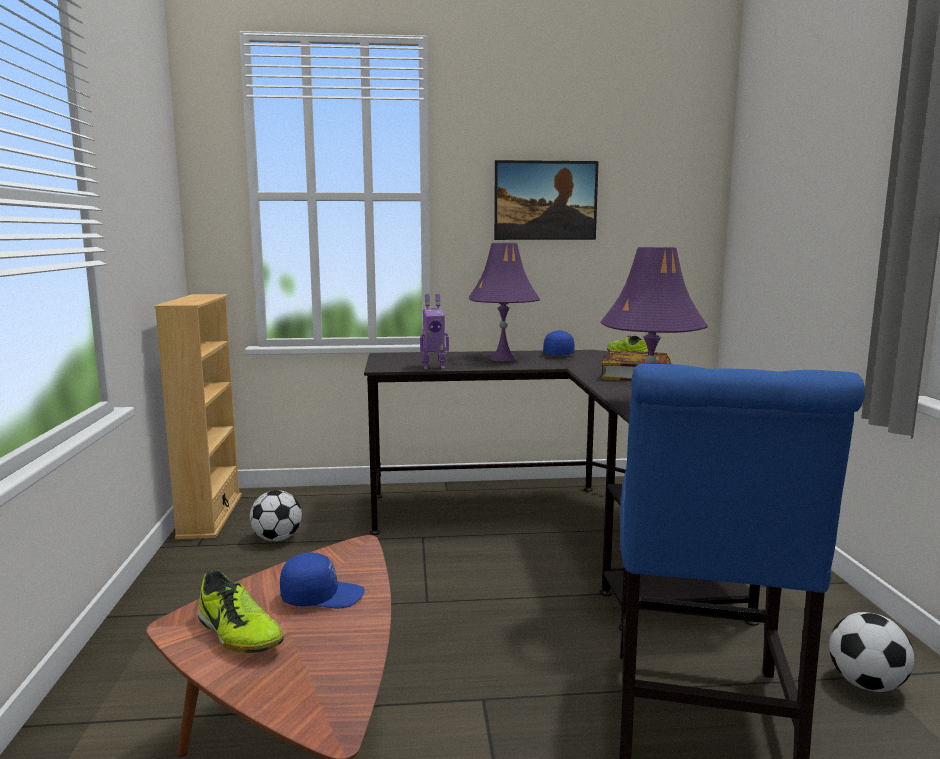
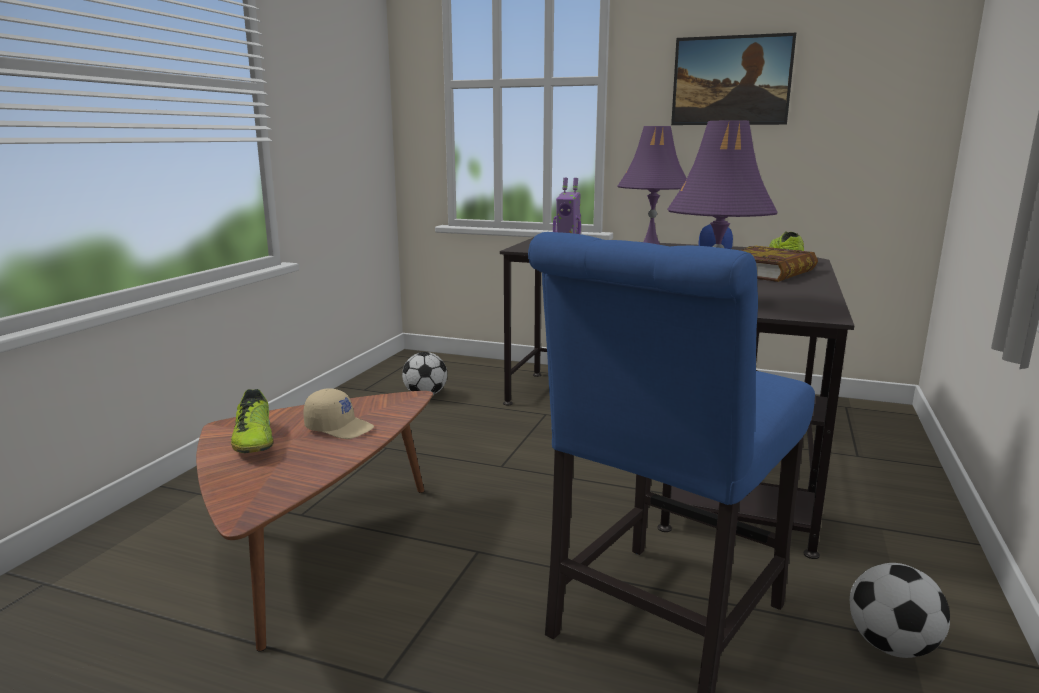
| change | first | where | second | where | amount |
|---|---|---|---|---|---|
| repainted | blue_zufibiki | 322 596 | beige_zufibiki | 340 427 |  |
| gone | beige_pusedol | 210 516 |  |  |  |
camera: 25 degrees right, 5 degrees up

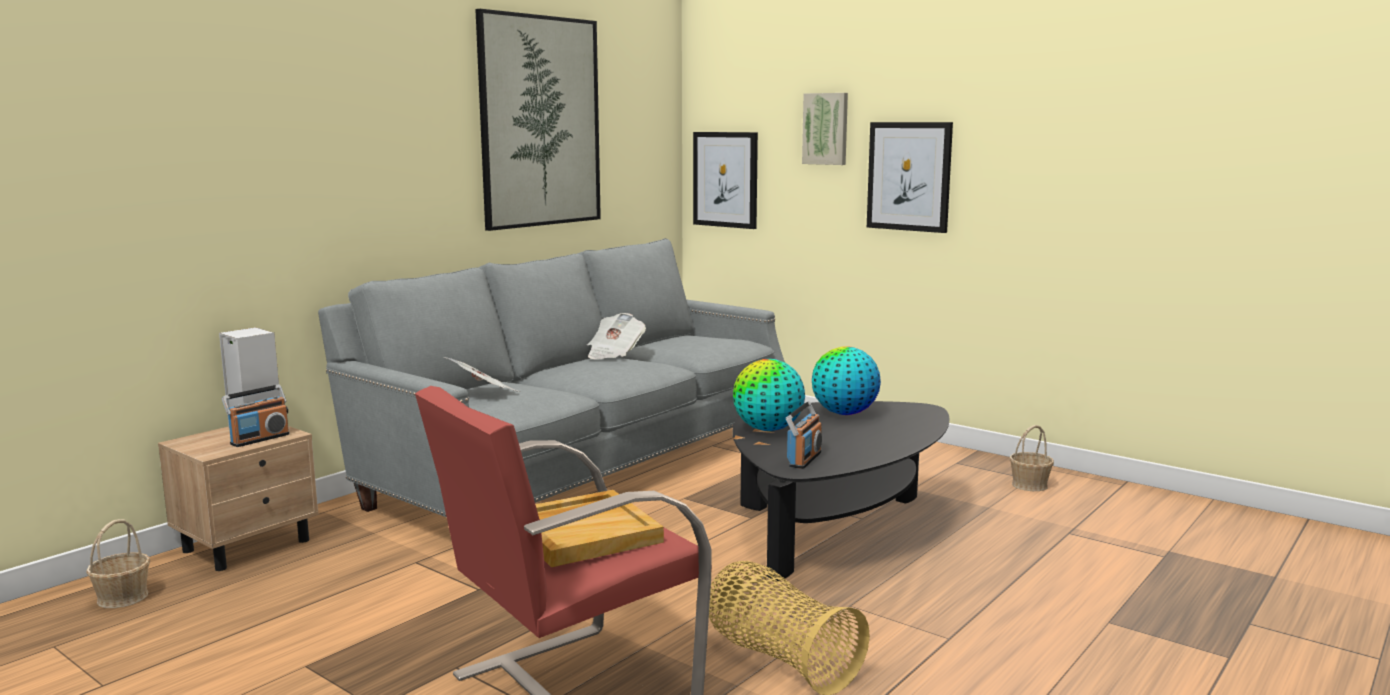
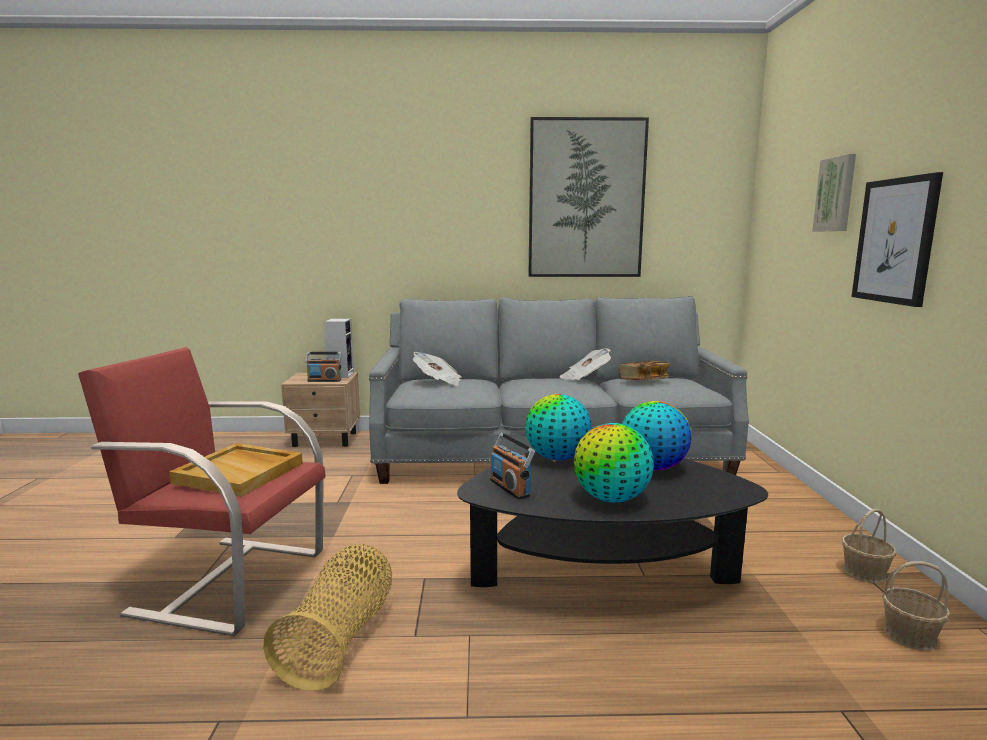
| change | first | where | second | where | amount |
|---|---|---|---|---|---|
| rotated | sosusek | 804 459 |  | 510 488 | 75 degrees clockwise |
| new |  |  | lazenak | 611 499 |  |
| new |  |  | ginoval | 643 381 |  |
| shifted | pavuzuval | 123 597 |  | 864 572 |  |
| gone | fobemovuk | 725 179 |  |  |  |
camera: 50 degrees right, 0 degrees up

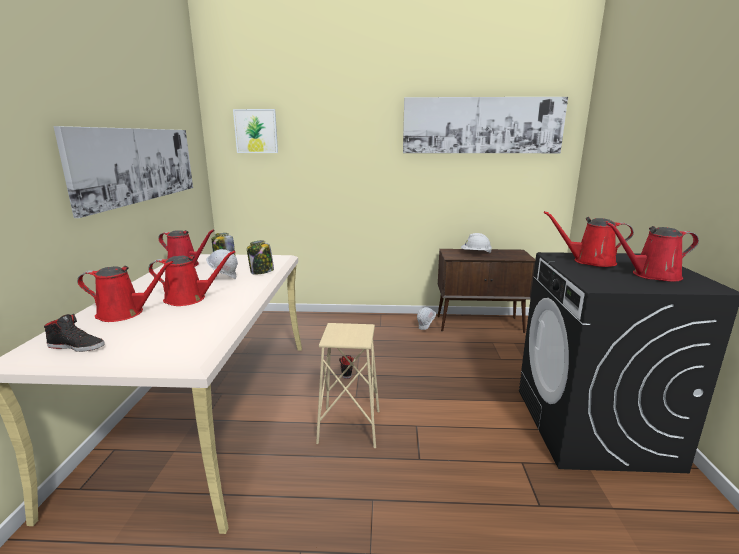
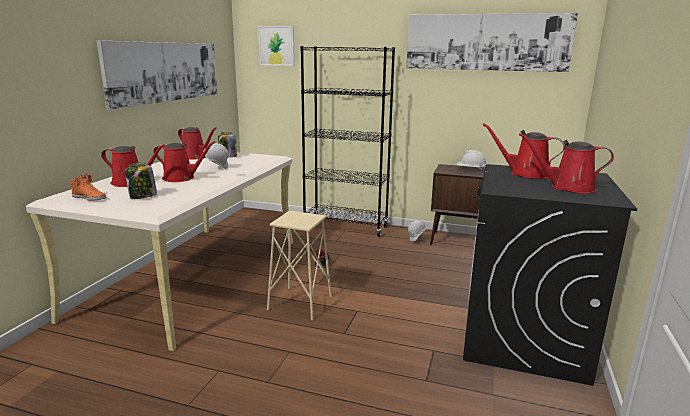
| change | first | where | second | where | amount |
|---|---|---|---|---|---|
| repainted | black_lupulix | 77 346 | orange_lupulix | 89 197 |  |
| shifted | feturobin | 261 272 |  | 142 196 |  |
| new |  |  | black_pusedol | 346 227 |  |
camera: 15 degrees right, 0 degrees up

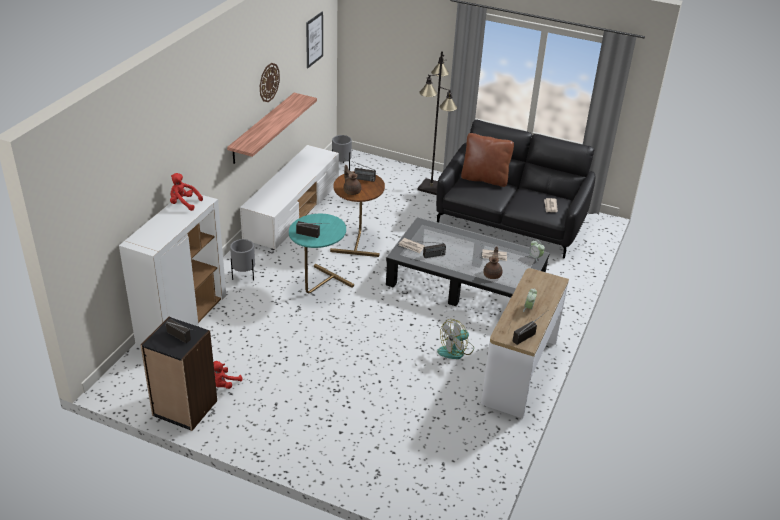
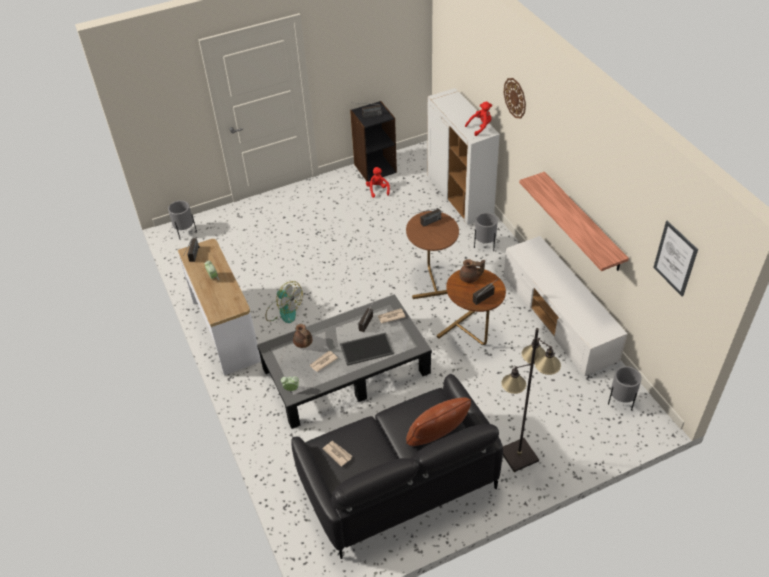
| change | first | where | second | where | amount |
|---|---|---|---|---|---|
| new |  |  | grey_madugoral | 185 233 |  |
| rotated | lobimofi | 456 350 |  | 283 311 | 120 degrees clockwise |
| new |  |  | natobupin | 367 348 |  |
| repainted | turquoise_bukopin | 318 286 | brown_bukopin | 432 279 |  |
| shifted | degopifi | 269 82 |  | 515 98 |  |
camera: 135 degrees right, 10 degrees up

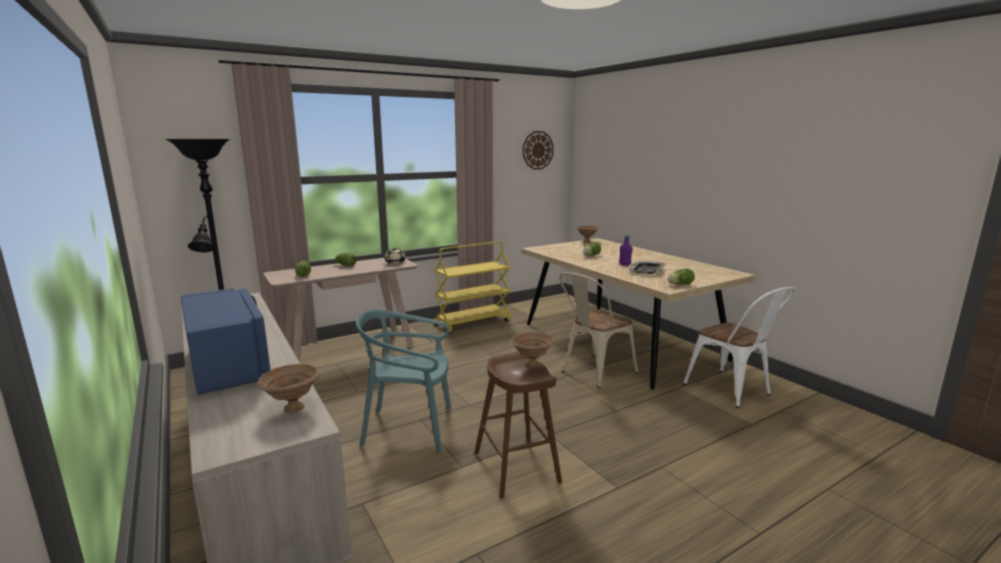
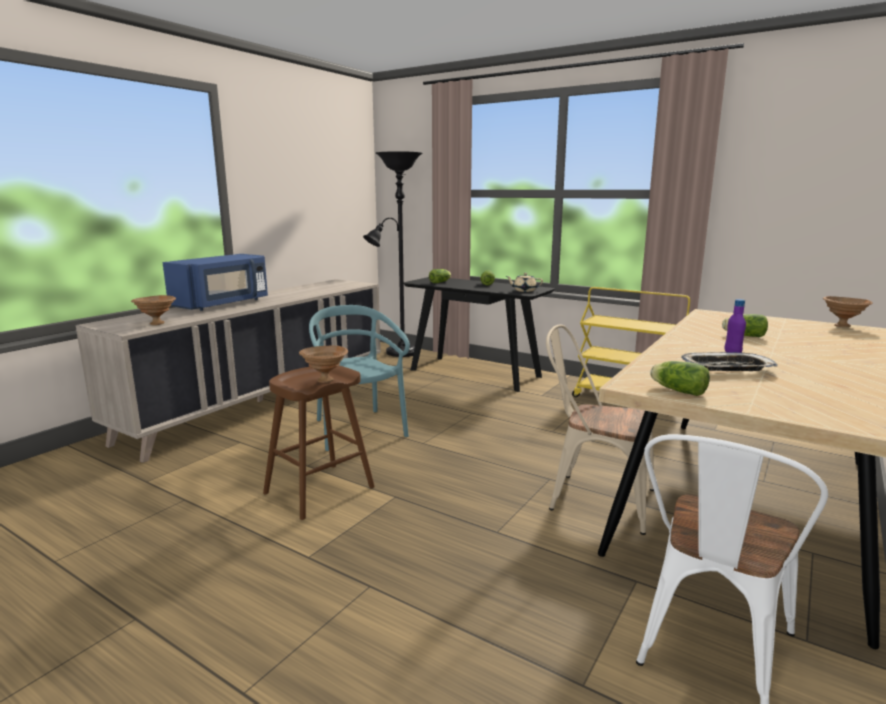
| change | first | where | second | where | amount |
|---|---|---|---|---|---|
| repainted | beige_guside | 349 350 | black_guside | 475 373 |  |
| gone | degopifi | 537 150 |  |  |  |
camera: 65 degrees right, 0 degrees up

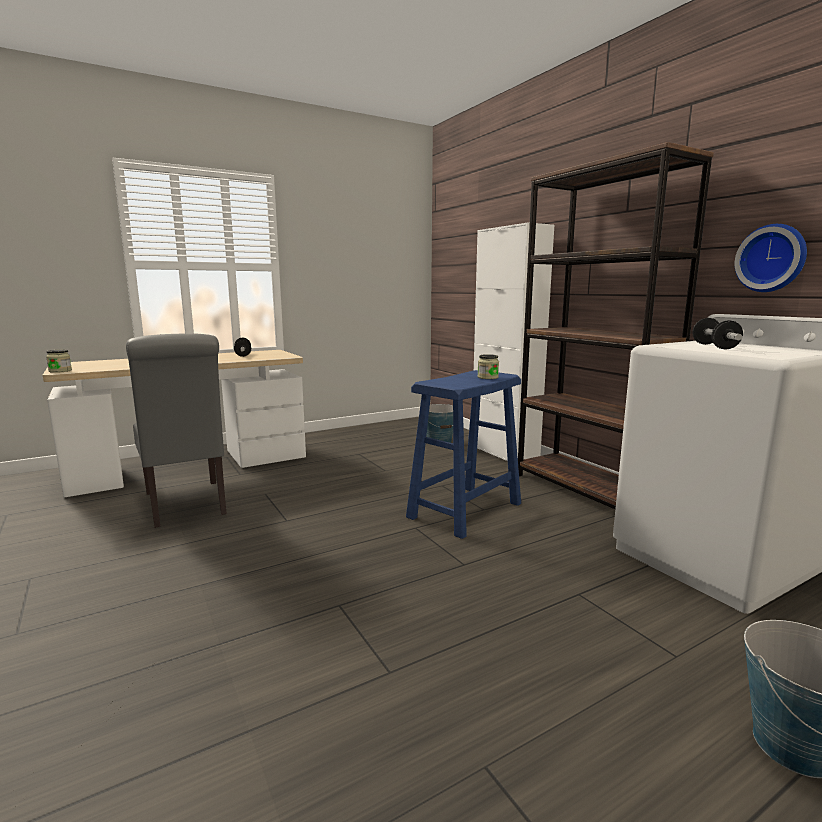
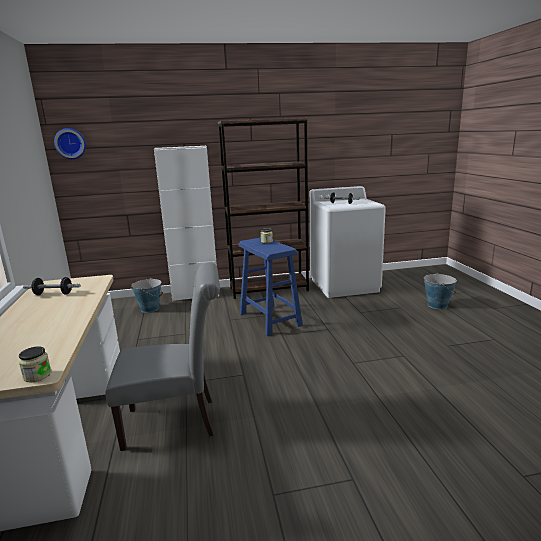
| change | first | where | second | where | amount |
|---|---|---|---|---|---|
| shifted | degopifi | 772 258 |  | 71 143 |  |
camera: 70 degrees left, 5 degrees up

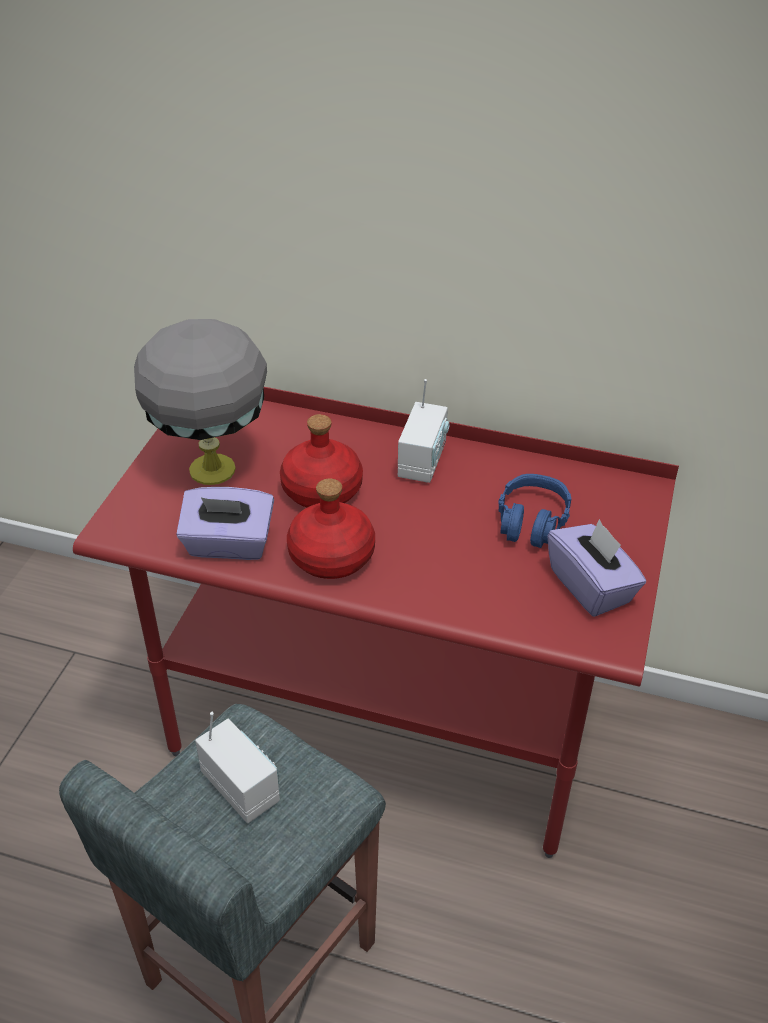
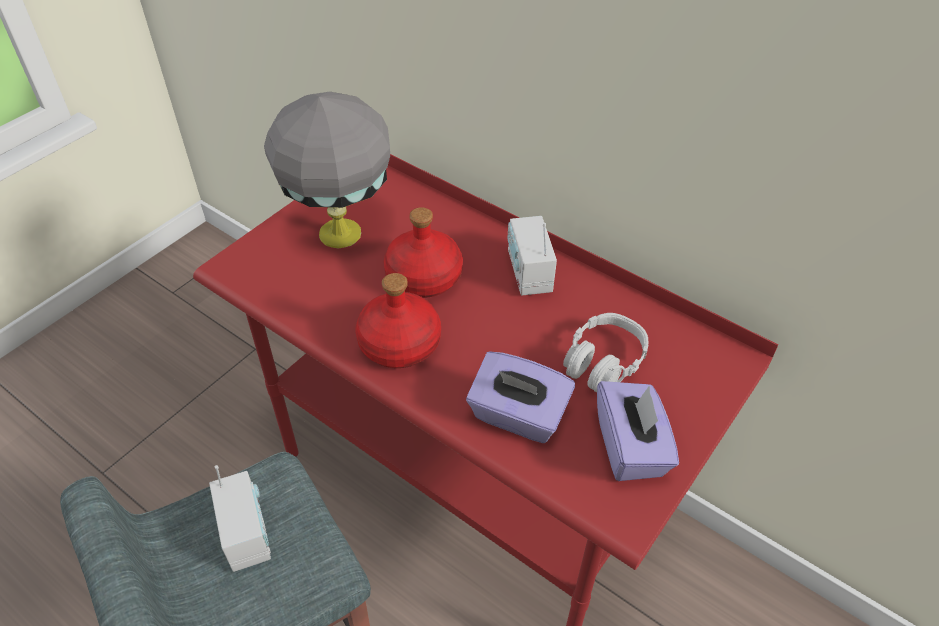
| change | first | where | second | where | amount |
|---|---|---|---|---|---|
| shifted | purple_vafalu | 228 545 |  | 517 416 |  |
| rotated | sosusek | 422 462 |  | 528 273 | 135 degrees clockwise |
| repainted | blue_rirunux | 531 522 | grey_rirunux | 603 362 |  |
camera: 20 degrees right, 5 degrees up

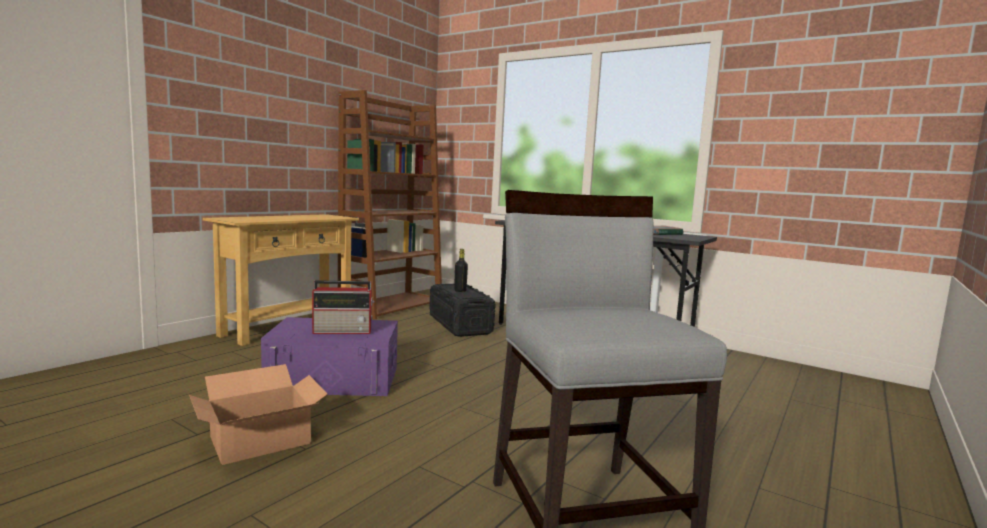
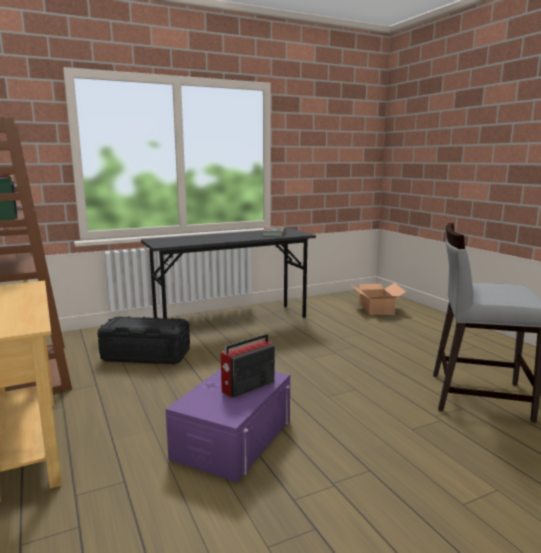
| change | first | where | second | where | amount |
|---|---|---|---|---|---|
| rotated | sosusek | 344 331 |  | 247 387 | 150 degrees counterclockwise |
| shifted | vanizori | 259 440 |  | 376 308 |  |
| gone | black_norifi | 460 291 |  |  |  |
camera: 60 degrees left, 5 degrees up

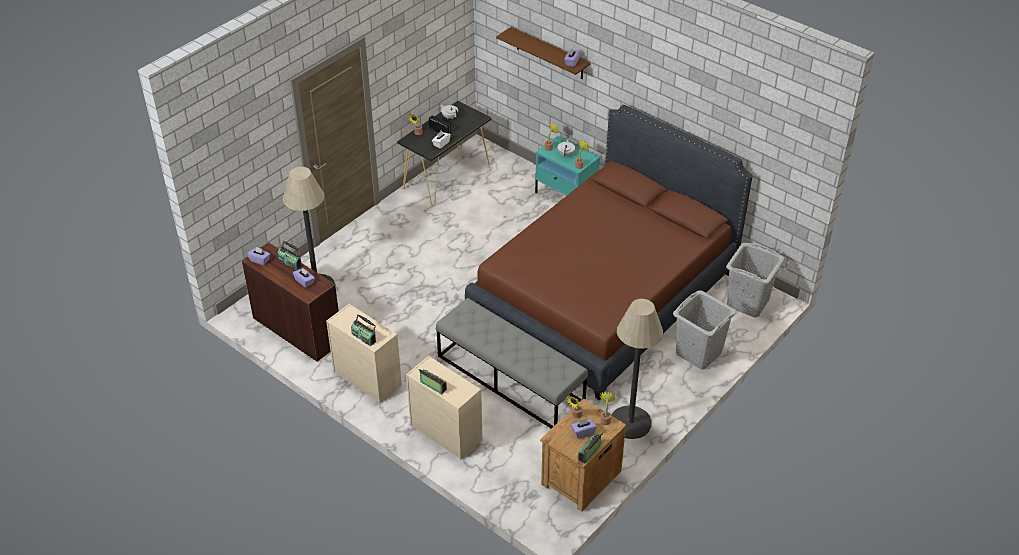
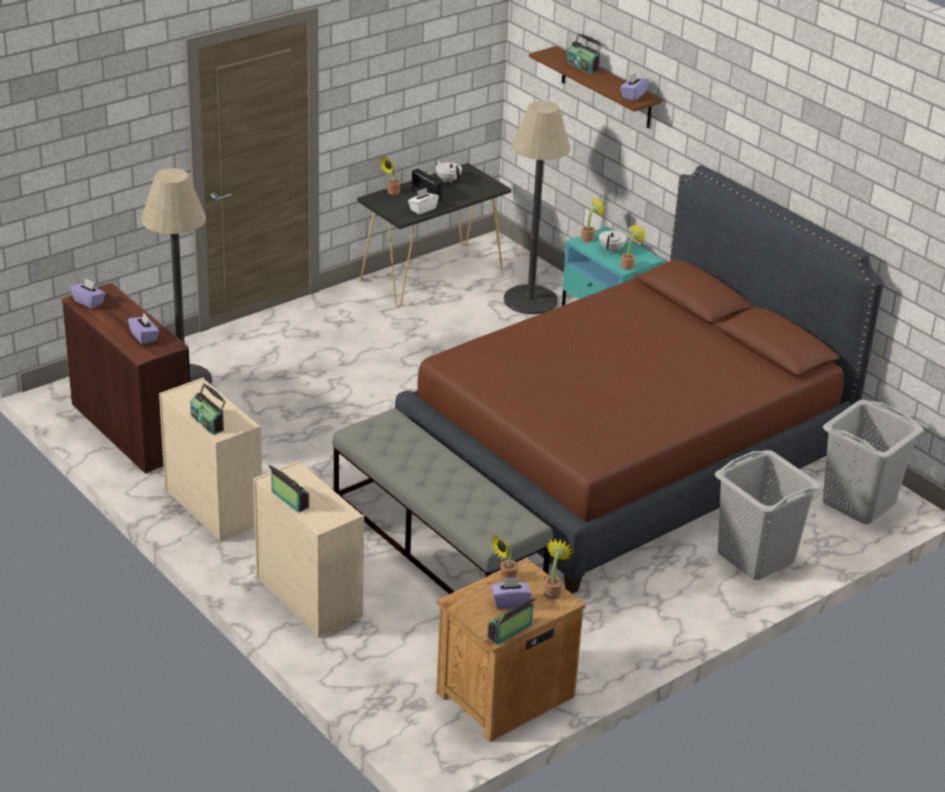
| change | first | where | second | where | amount |
|---|---|---|---|---|---|
| shifted | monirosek | 630 422 |  | 530 300 |  |
| shifted | sosusek | 290 263 |  | 583 66 |  |
camera: 10 degrees right, 10 degrees down

